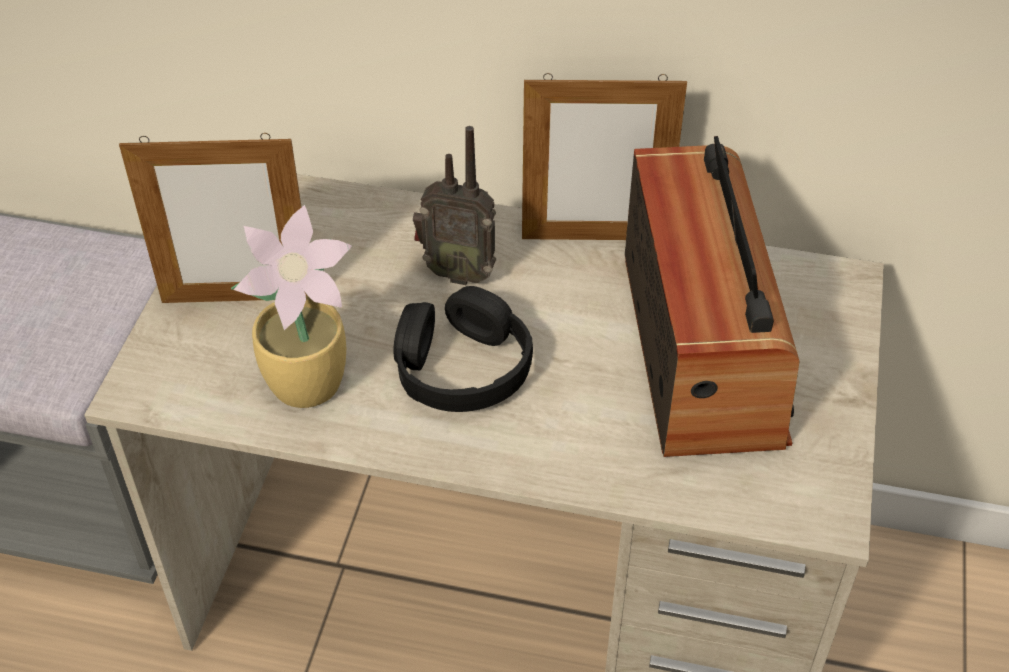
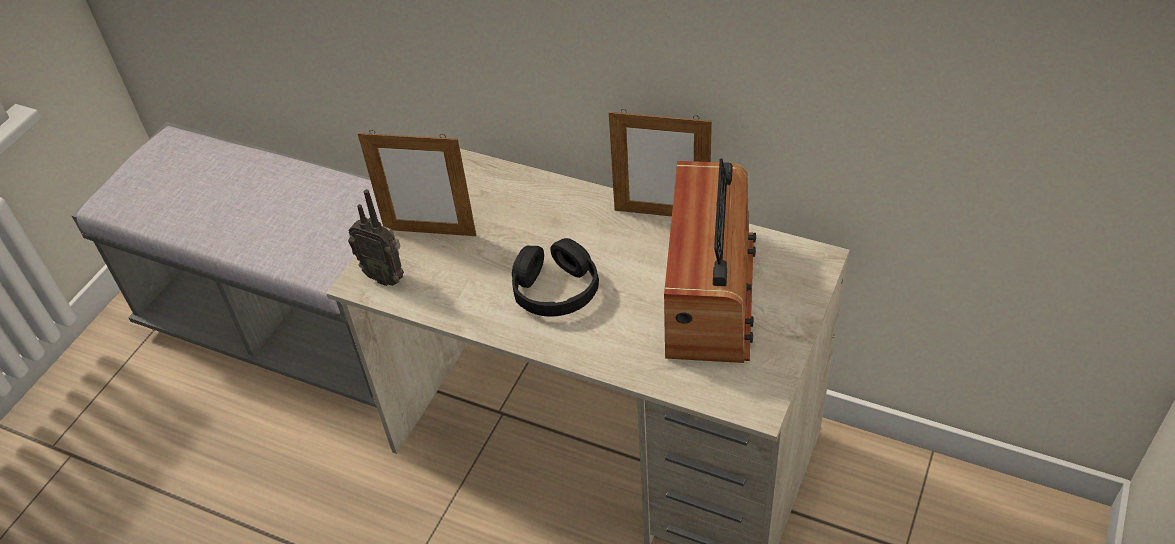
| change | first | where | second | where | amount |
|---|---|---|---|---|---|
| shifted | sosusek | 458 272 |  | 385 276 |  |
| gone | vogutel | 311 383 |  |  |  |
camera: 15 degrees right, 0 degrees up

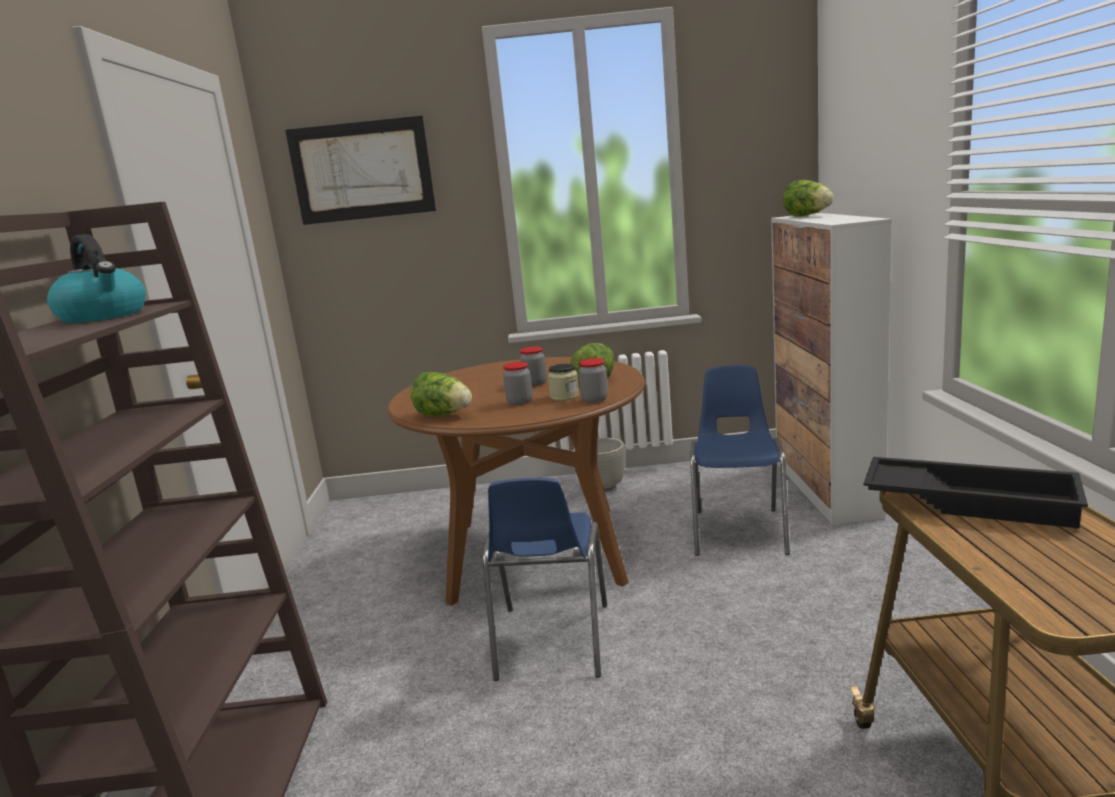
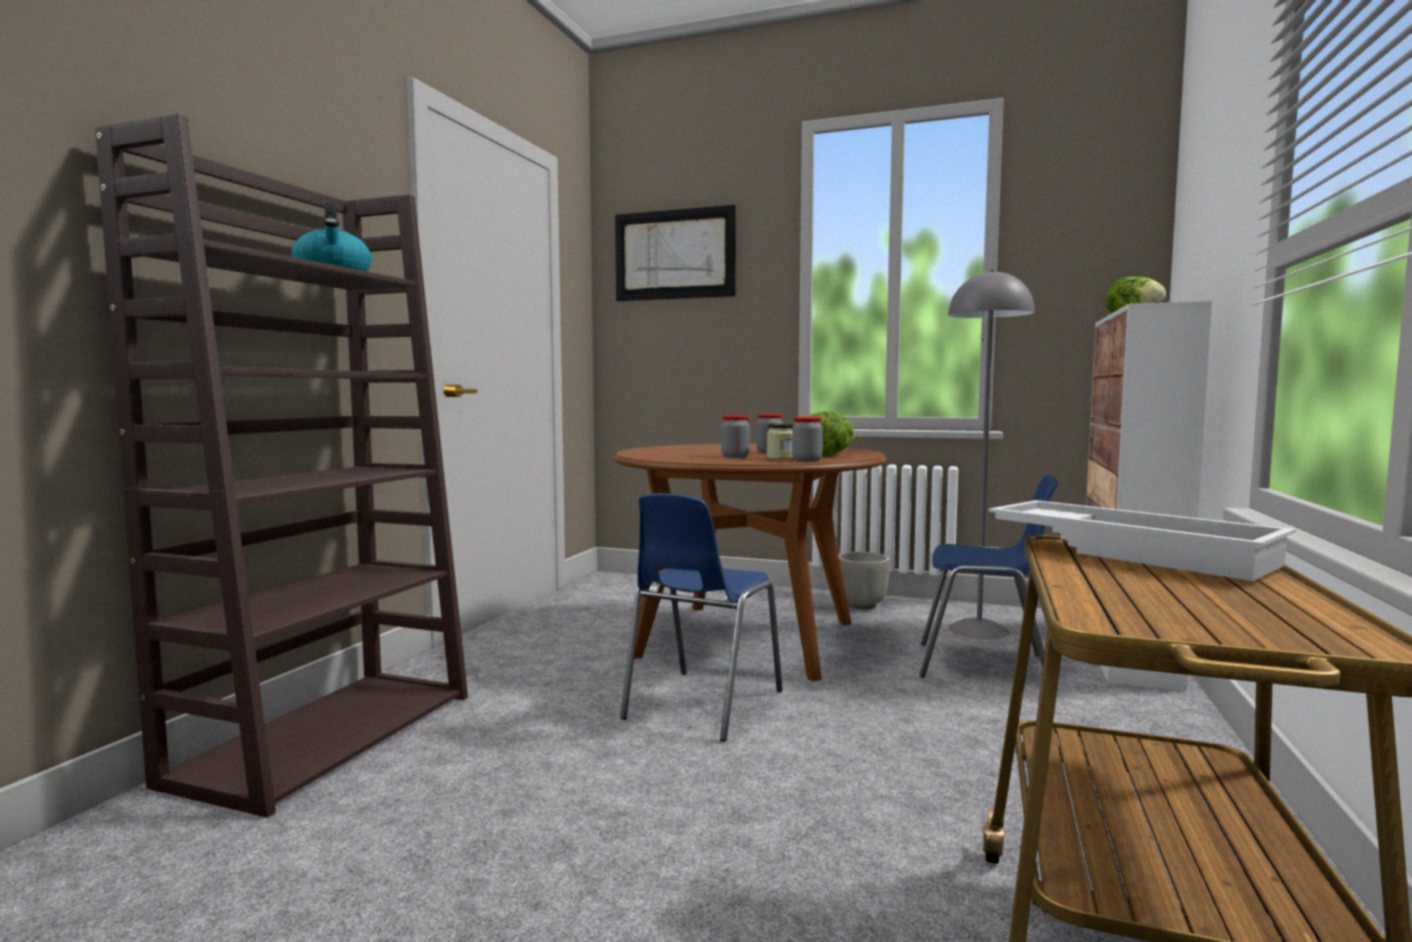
| change | first | where | second | where | amount |
|---|---|---|---|---|---|
| rotated | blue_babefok | 739 531 |  | 984 666 | 75 degrees clockwise |
| new |  |  | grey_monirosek | 979 629 |  |
| repainted | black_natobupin | 970 501 | white_natobupin | 1132 551 |  |
| gone | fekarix | 444 415 |  |  |  |
camera: 20 degrees right, 10 degrees down

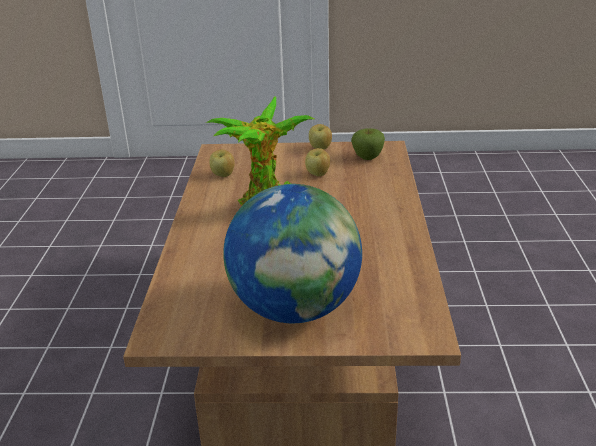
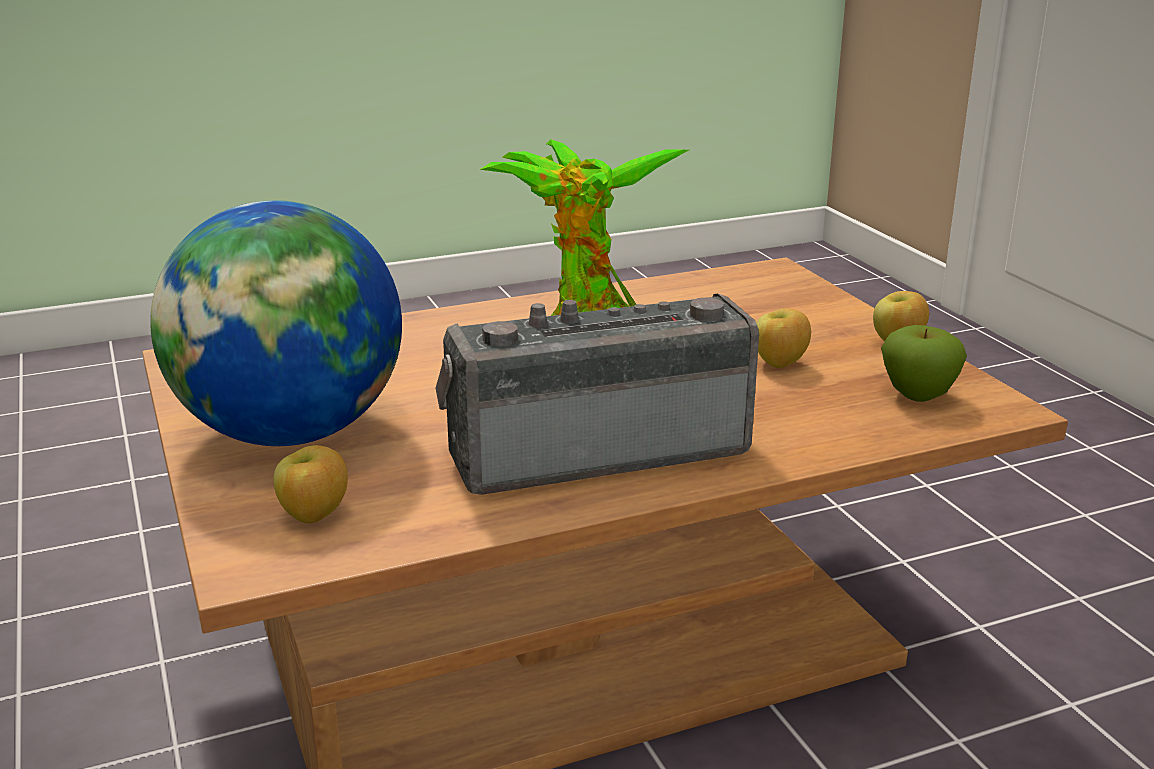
| change | first | where | second | where | amount |
|---|---|---|---|---|---|
| shifted | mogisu | 223 175 |  | 314 516 |  |
| new |  |  | sosusek | 596 449 |  |
camera: 65 degrees right, 5 degrees down

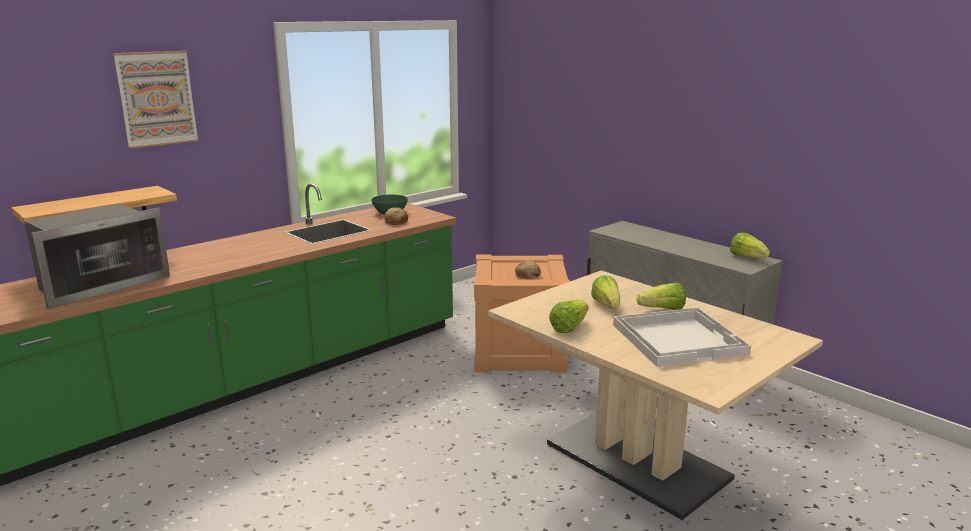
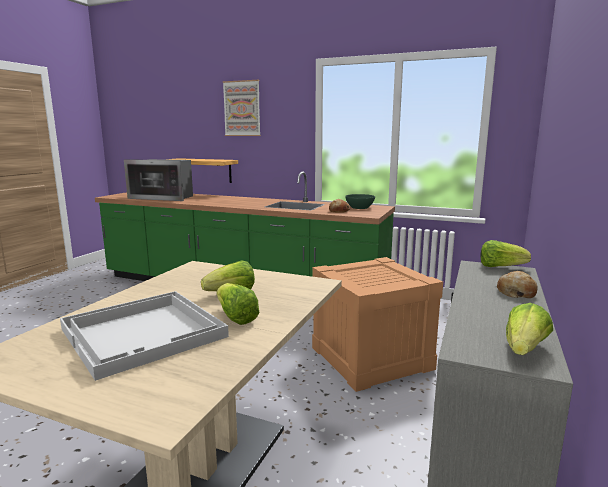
| change | first | where | second | where | amount |
|---|---|---|---|---|---|
| shifted | fekarix | 569 327 |  | 500 267 |  |
| shifted | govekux | 527 275 |  | 516 292 |  |
camera: 65 degrees right, 5 degrees down

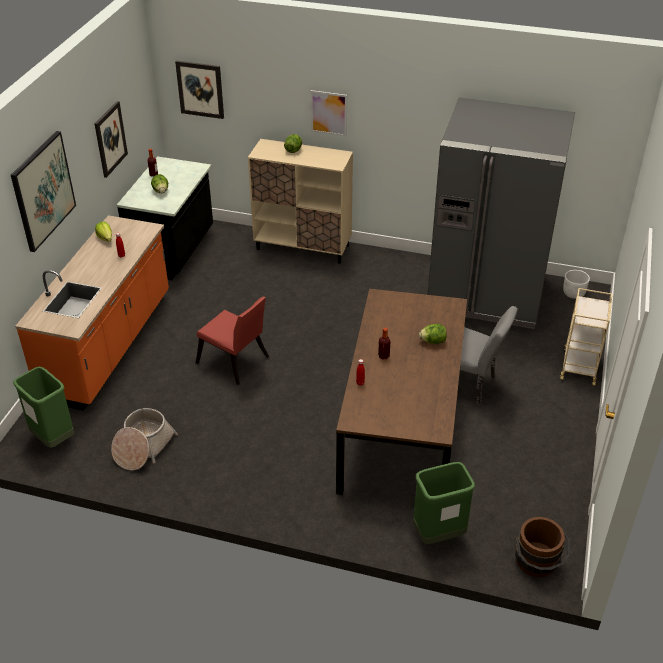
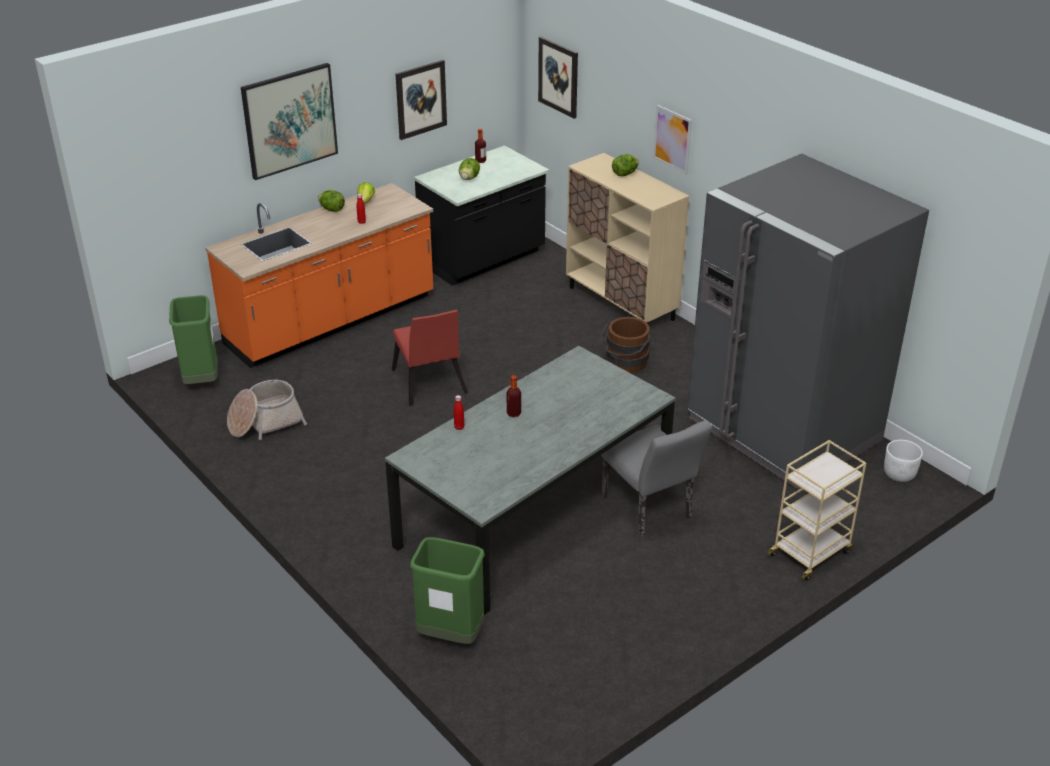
| change | first | where | second | where | amount |
|---|---|---|---|---|---|
| shifted | fekarix | 433 341 |  | 332 209 |  |
| repainted | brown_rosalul | 402 423 | grey_rosalul | 533 515 |  |
| shifted | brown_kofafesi | 537 564 |  | 625 364 |  |
camera: 35 degrees right, 5 degrees down

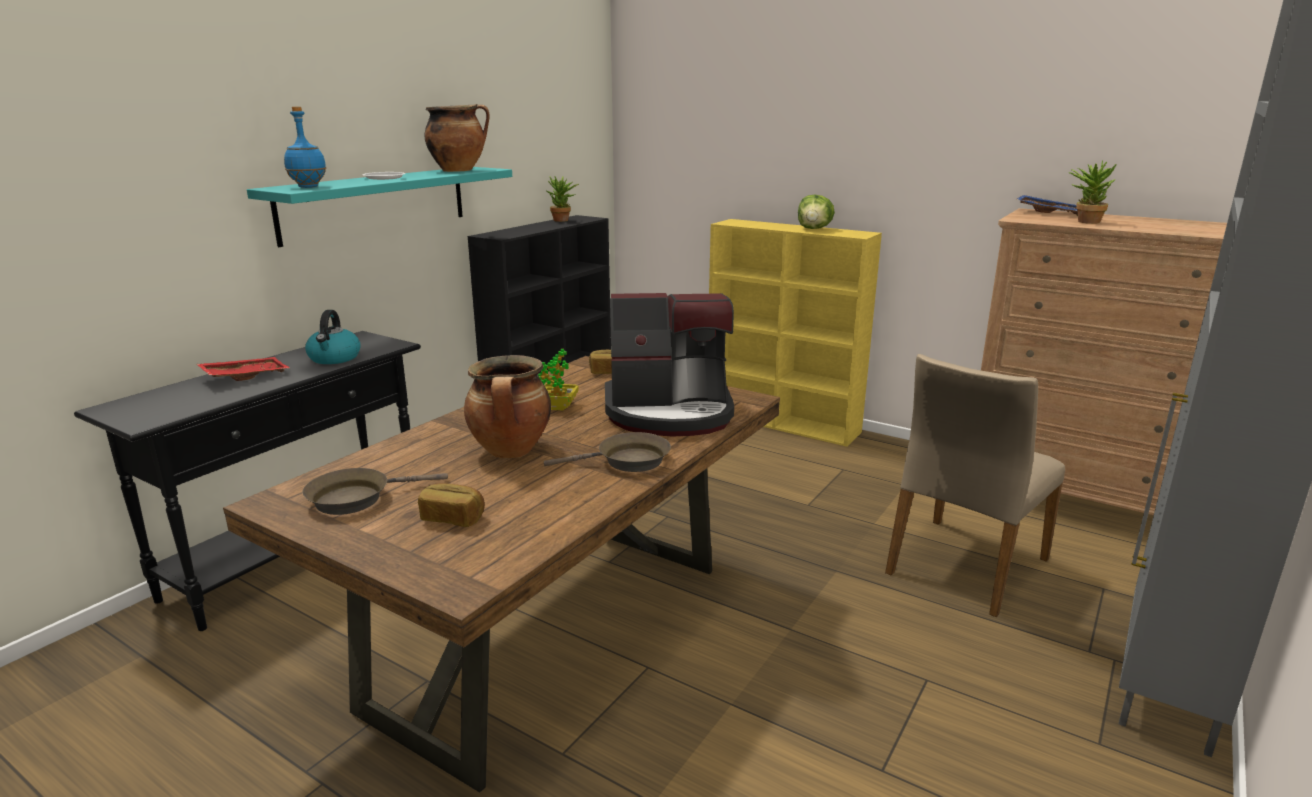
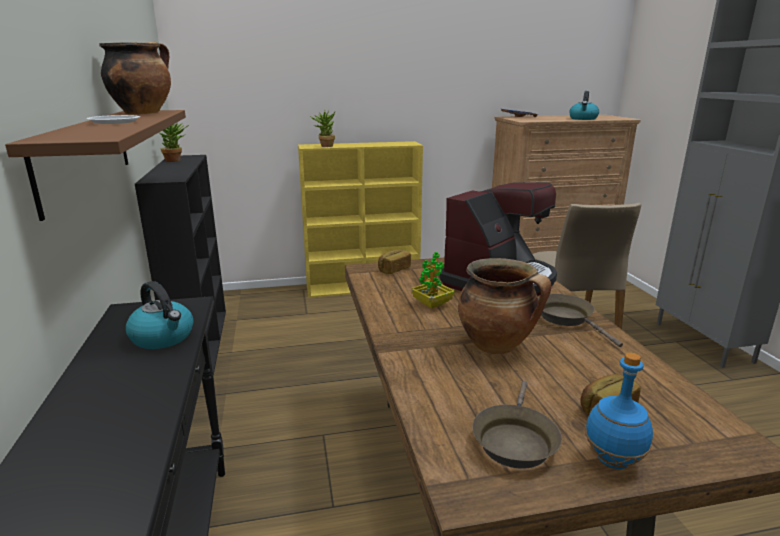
| change | first | where | second | where | amount |
|---|---|---|---|---|---|
| repainted | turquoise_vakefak | 376 203 | brown_vakefak | 86 155 |  |
| shifted | vogutel | 1084 221 |  | 324 146 |  |
| rotated | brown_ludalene | 627 461 |  | 567 318 | 60 degrees counterclockwise |
| new |  |  | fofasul | 583 119 |  |
| shifted | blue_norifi | 308 187 |  | 611 460 |  |
| gone | red_natobupin | 245 376 |  |  |  |
| gone | fekarix | 814 229 |  |  |  |
camera: 45 degrees left, 0 degrees up

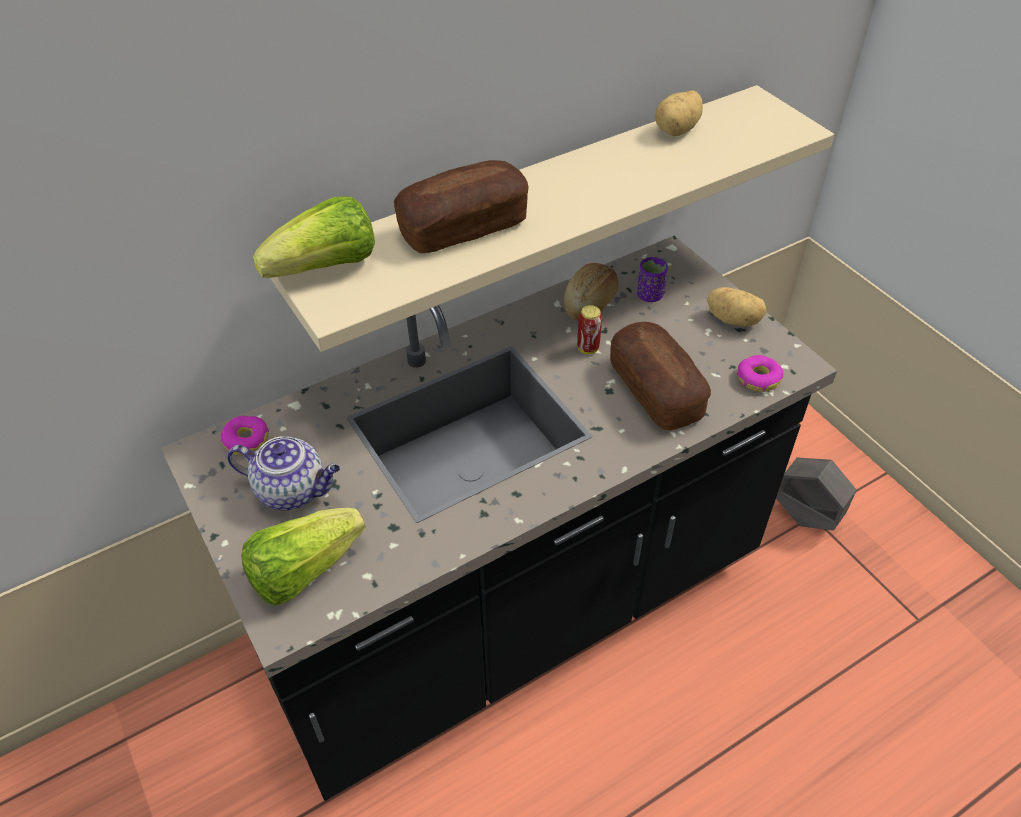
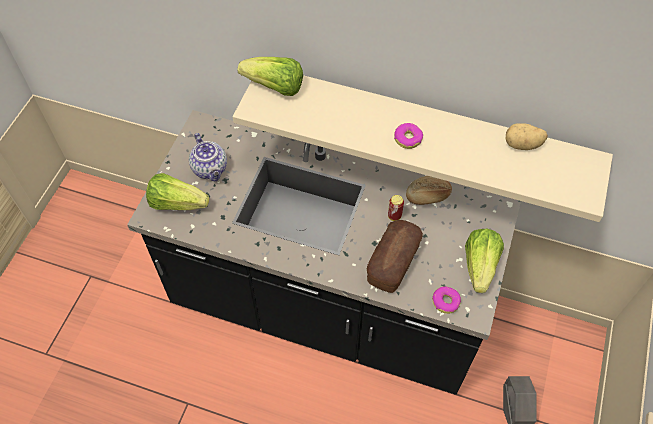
| change | first | where | second | where | amount |
|---|---|---|---|---|---|
| shifted | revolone | 246 440 |  | 408 139 |  |
| swapped | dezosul | 733 319 | fekarix | 480 266 |  |
| gone | govekux | 463 227 |  |  |  |
| gone | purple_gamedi | 649 295 |  |  |  |
camera: 50 degrees right, 10 degrees up

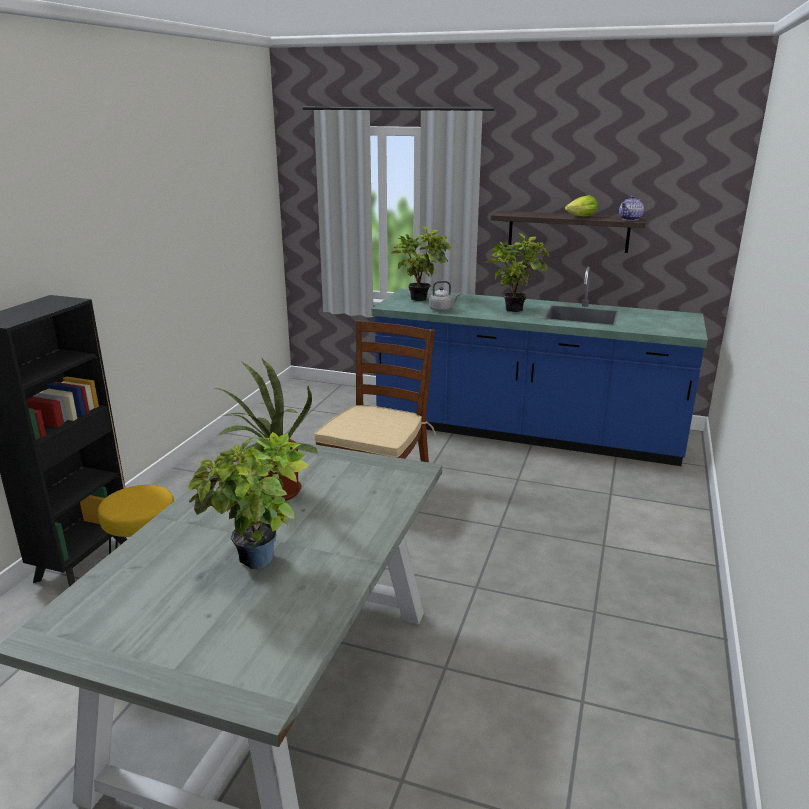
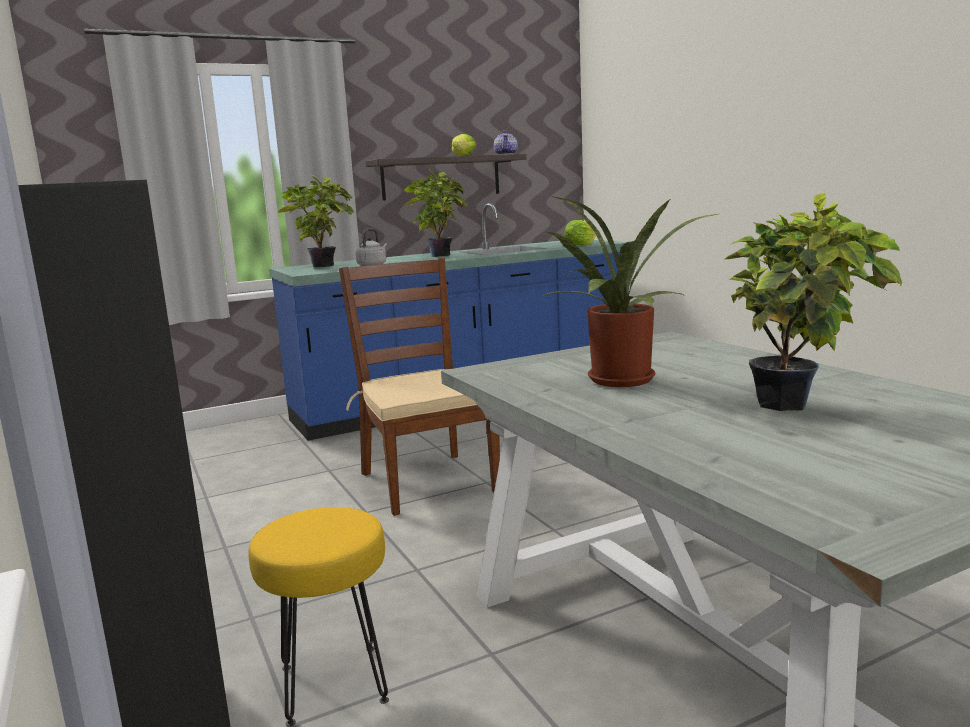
| change | first | where | second | where | amount |
|---|---|---|---|---|---|
| new |  |  | fekarix | 580 245 |  |
camera: 45 degrees left, 10 degrees down

